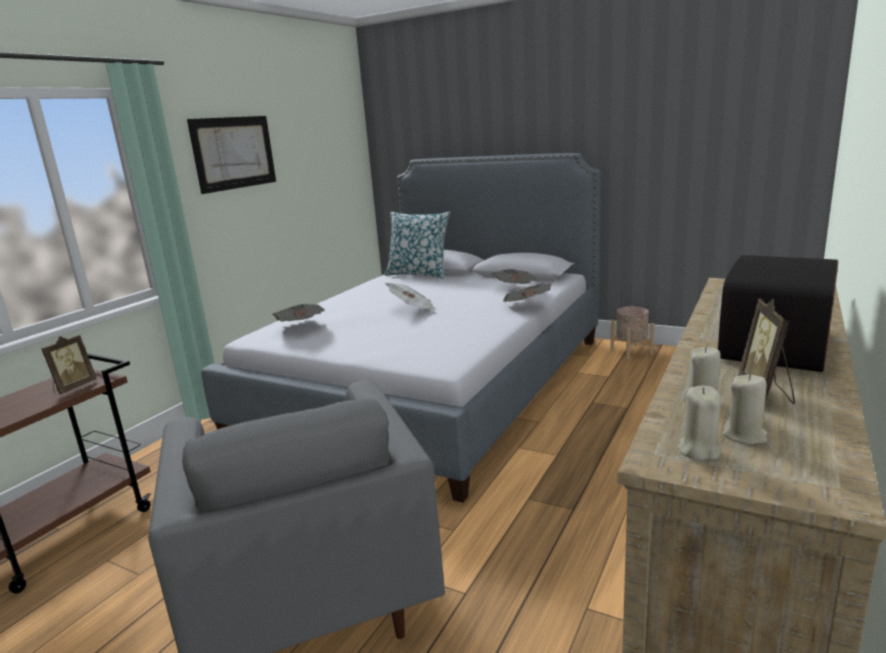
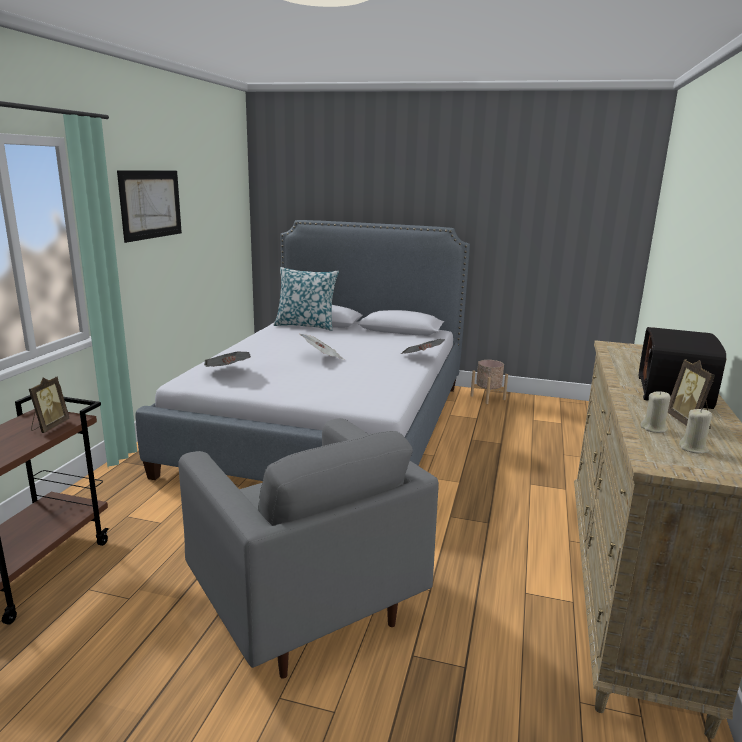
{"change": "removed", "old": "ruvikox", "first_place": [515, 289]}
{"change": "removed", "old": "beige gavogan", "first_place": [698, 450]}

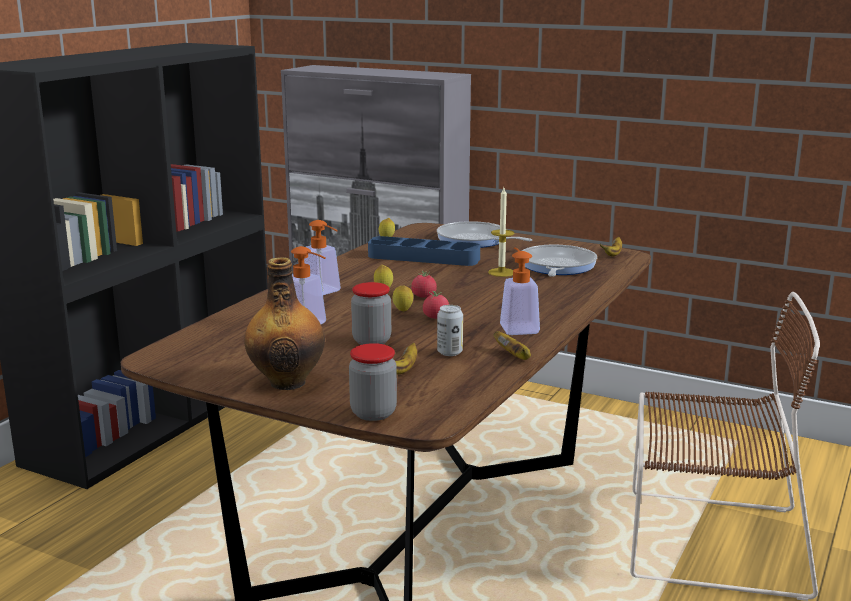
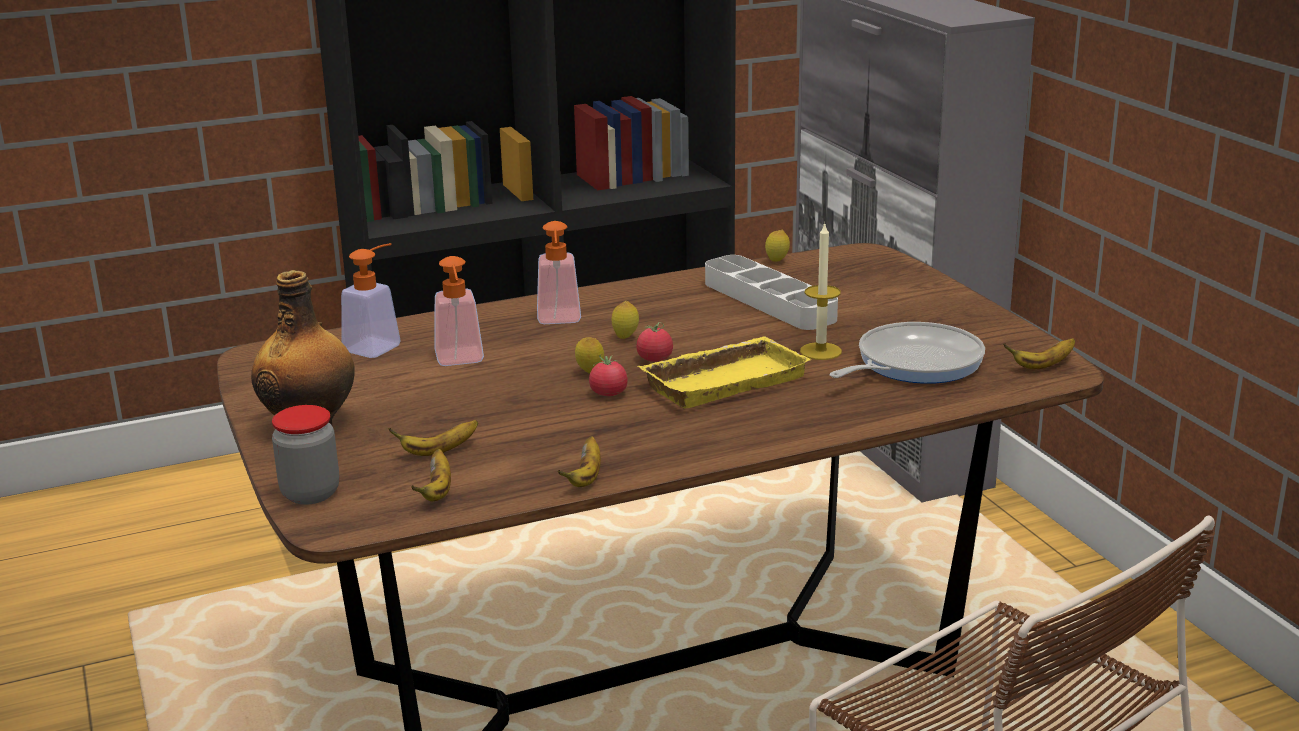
{"change": "removed", "old": "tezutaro", "first_place": [475, 241]}
{"change": "recoloured", "old": "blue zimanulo", "new": "grey zimanulo", "first_place": [423, 257], "second_place": [769, 301]}
{"change": "moved", "old": "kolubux", "first_place": [517, 327], "second_place": [378, 345]}
{"change": "removed", "old": "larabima", "first_place": [371, 341]}
{"change": "removed", "old": "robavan", "first_place": [449, 352]}
{"change": "added", "new": "yellow zimanulo", "second_place": [724, 380]}
{"change": "added", "new": "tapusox", "second_place": [437, 491]}

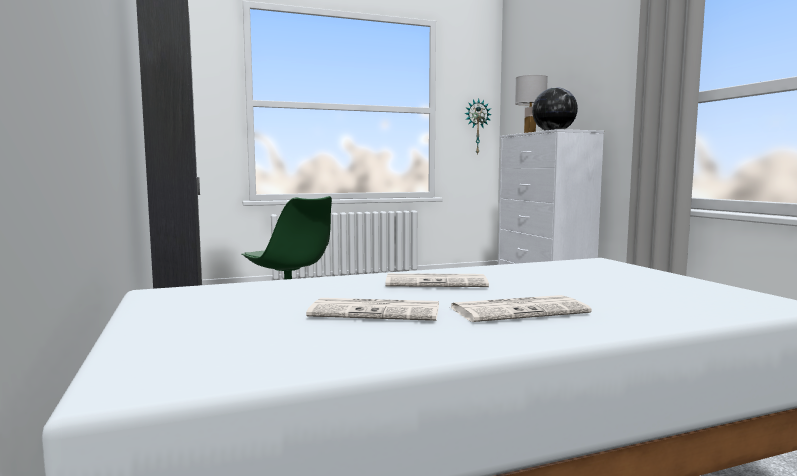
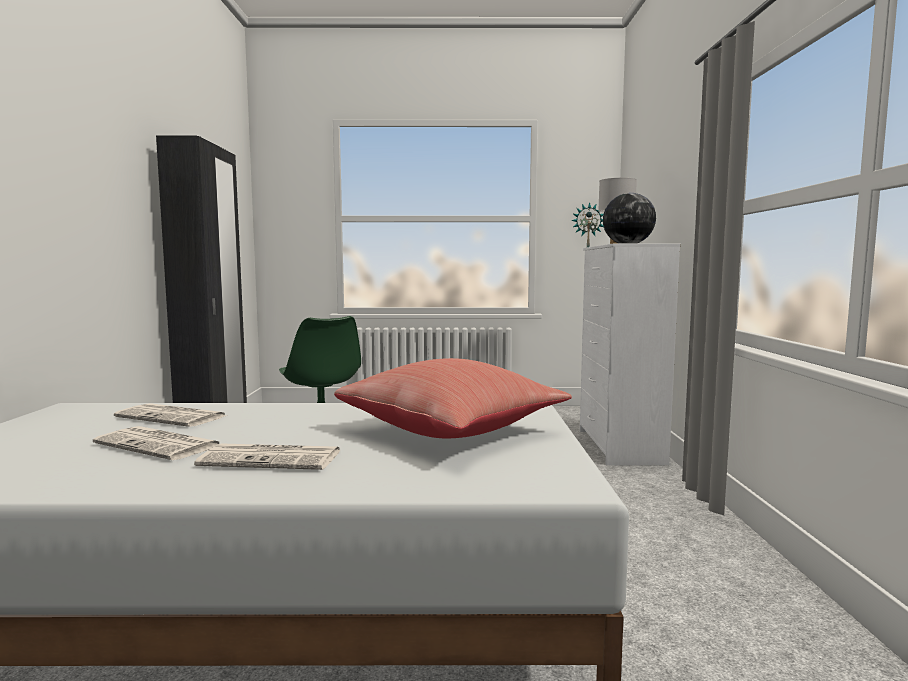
{"change": "moved", "old": "ruvikox", "first_place": [437, 282], "second_place": [173, 417]}
{"change": "added", "new": "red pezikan", "second_place": [452, 431]}

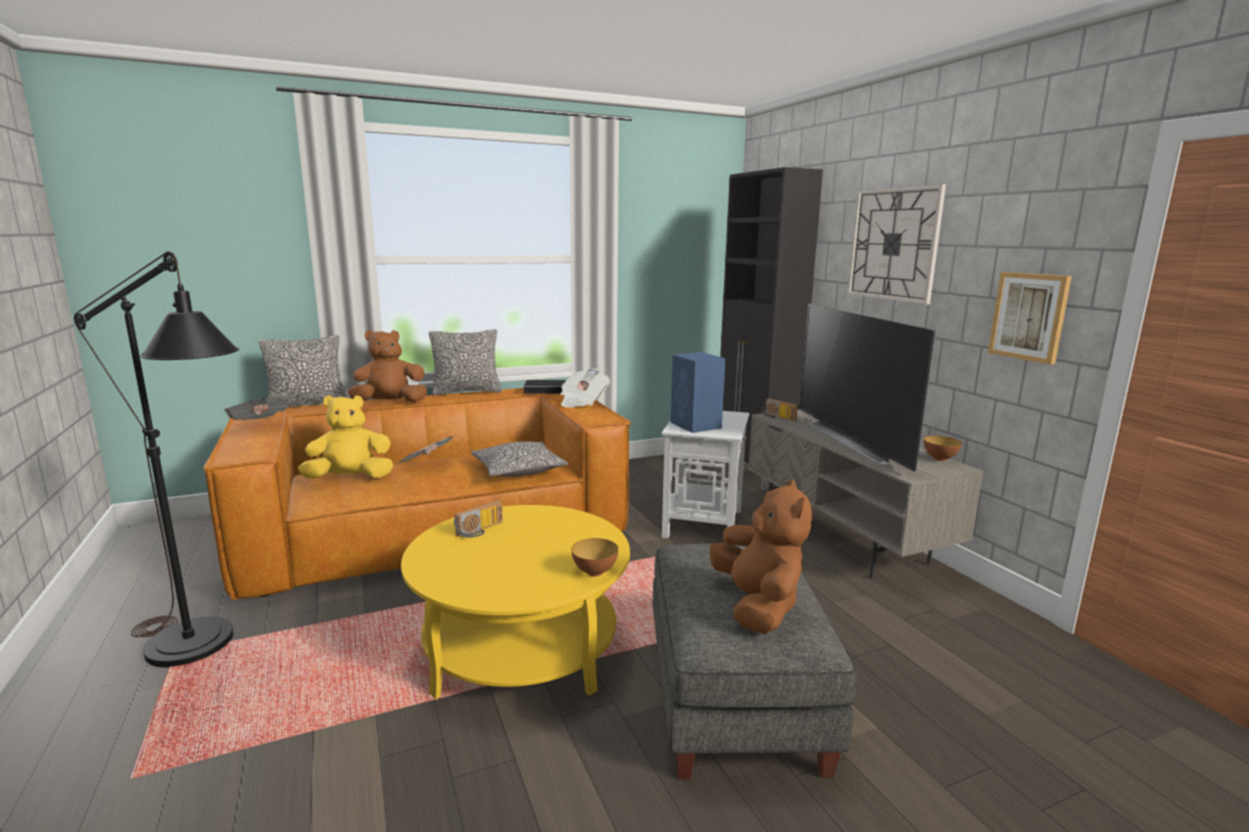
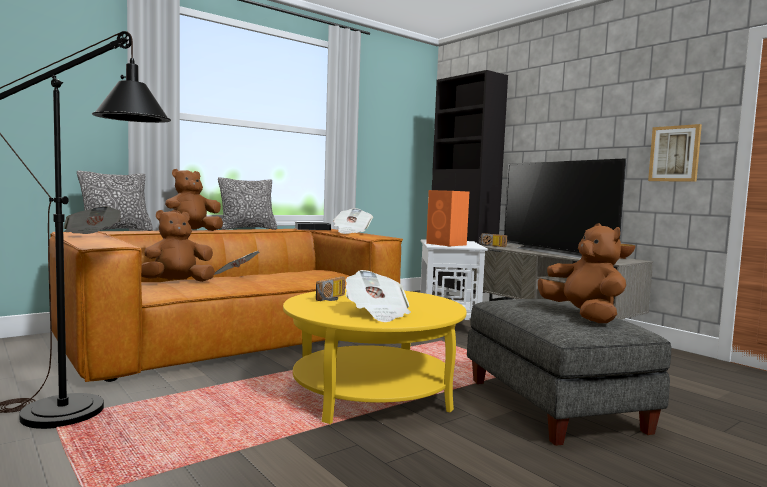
{"change": "removed", "old": "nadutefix", "first_place": [893, 244]}
{"change": "recoloured", "old": "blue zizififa", "new": "orange zizififa", "first_place": [696, 425], "second_place": [447, 244]}
{"change": "recoloured", "old": "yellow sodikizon", "new": "brown sodikizon", "first_place": [350, 478], "second_place": [177, 282]}
{"change": "removed", "old": "pezikan", "first_place": [518, 470]}
{"change": "removed", "old": "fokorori", "first_place": [594, 572]}
{"change": "added", "new": "ruvikox", "second_place": [377, 314]}

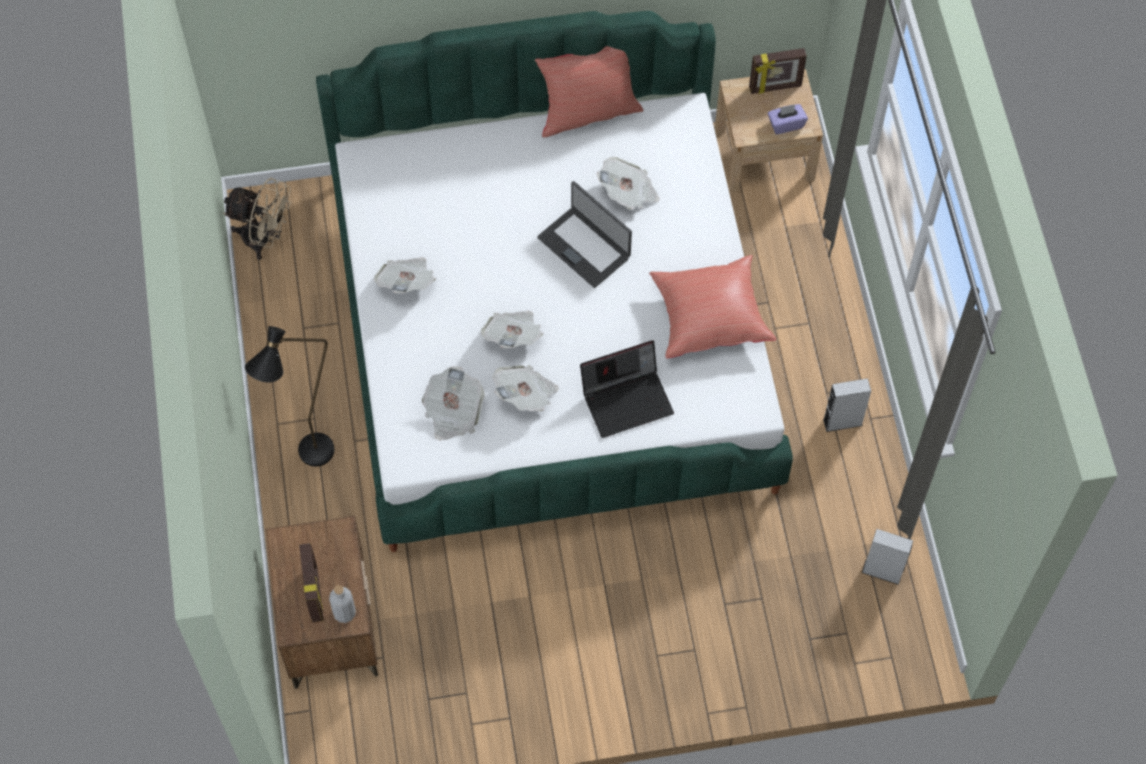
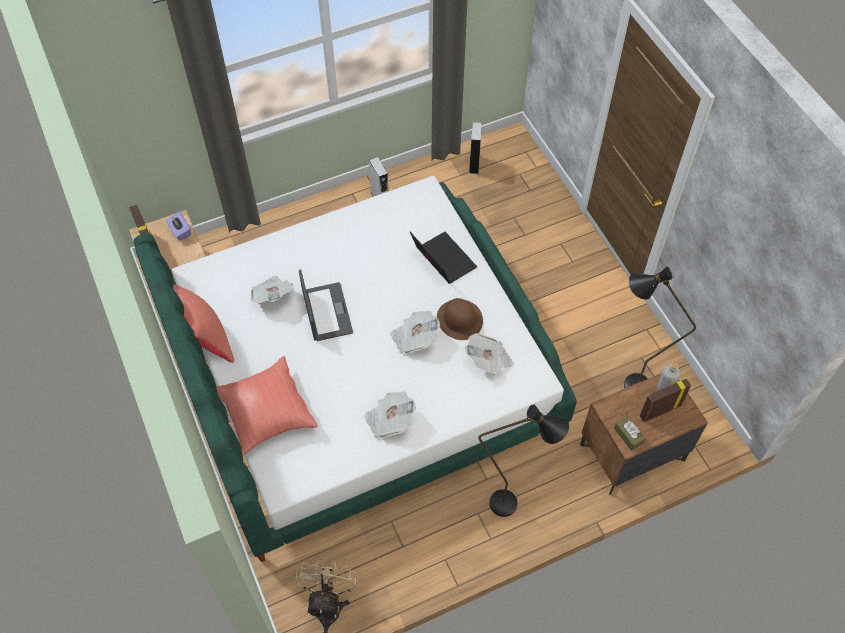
{"change": "turned", "old": "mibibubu", "first_place": [584, 247], "second_place": [326, 312], "degrees": -45}
{"change": "moved", "old": "red pezikan", "first_place": [709, 316], "second_place": [266, 413]}
{"change": "replaced", "old": "ruvikox", "new": "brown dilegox", "first_place": [526, 395], "second_place": [459, 319]}
{"change": "added", "new": "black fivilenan", "second_place": [626, 385]}
{"change": "added", "new": "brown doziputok", "second_place": [628, 436]}

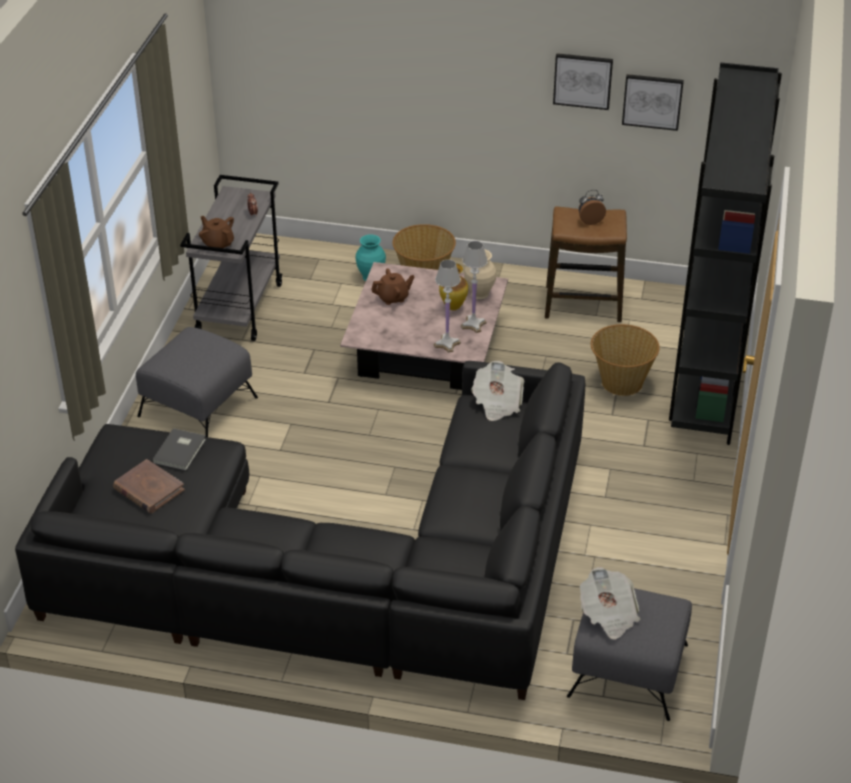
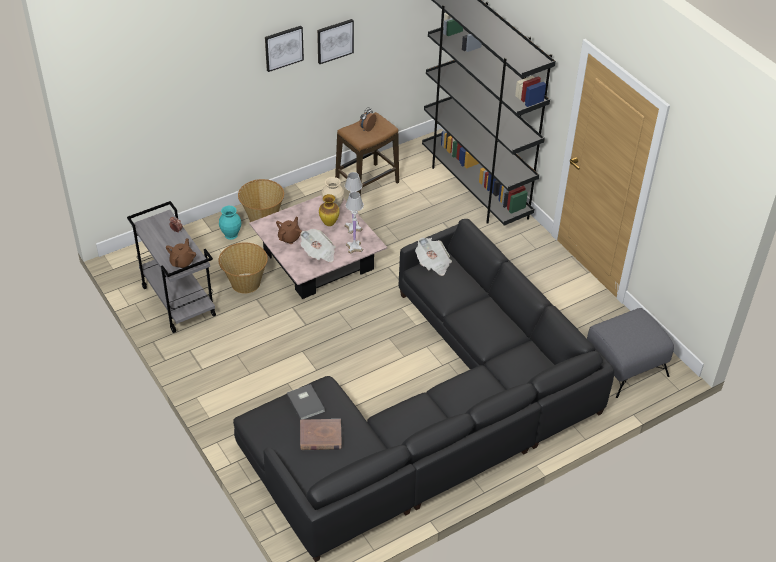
{"change": "moved", "old": "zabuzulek", "first_place": [652, 101], "second_place": [283, 48]}
{"change": "turned", "old": "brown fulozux", "first_place": [218, 244], "second_place": [182, 262], "degrees": 105}
{"change": "moved", "old": "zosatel", "first_place": [621, 382], "second_place": [245, 283]}
{"change": "removed", "old": "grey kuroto", "first_place": [199, 406]}
{"change": "moved", "old": "ruvikox", "first_place": [608, 615], "second_place": [318, 253]}

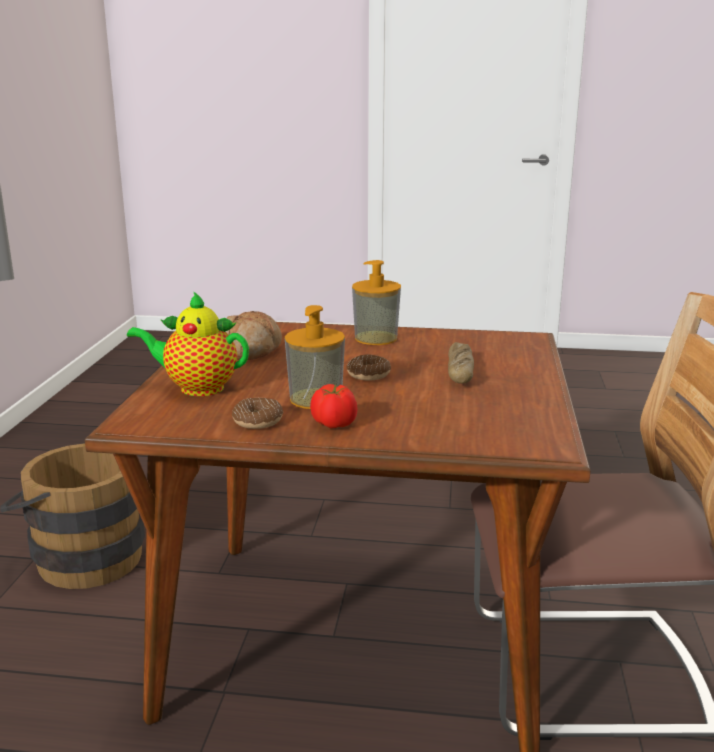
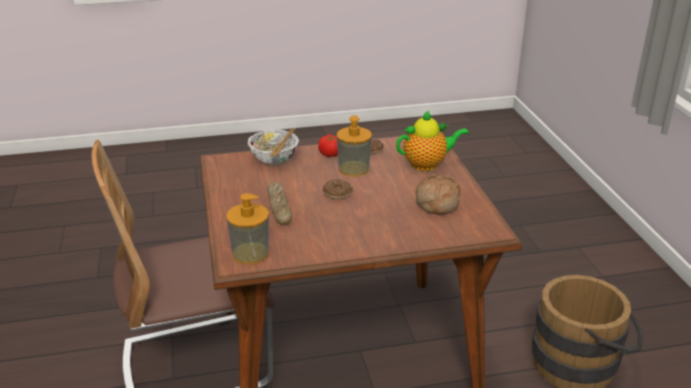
{"change": "moved", "old": "kolubux", "first_place": [376, 338], "second_place": [250, 253]}
{"change": "added", "new": "fokorori", "second_place": [274, 159]}

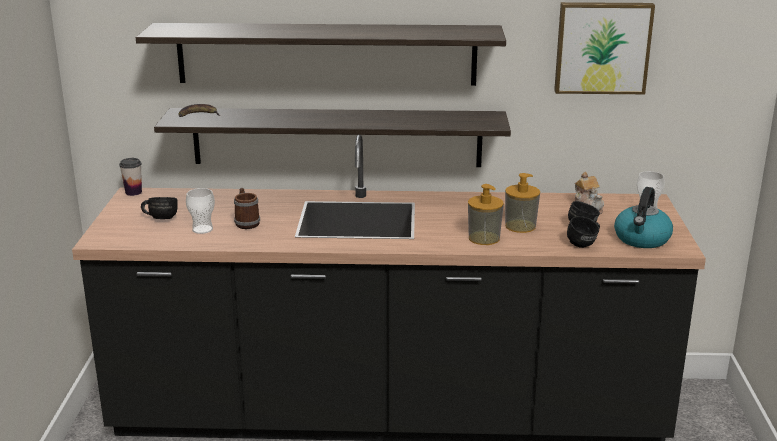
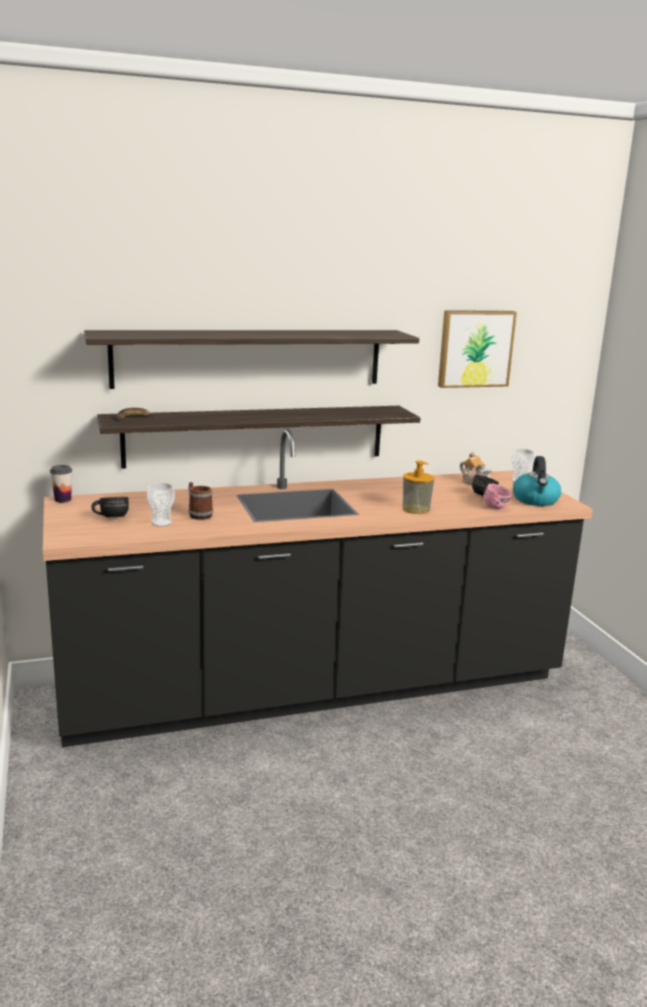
{"change": "removed", "old": "kolubux", "first_place": [520, 226]}
{"change": "recoloured", "old": "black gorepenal", "new": "pink gorepenal", "first_place": [585, 244], "second_place": [497, 507]}

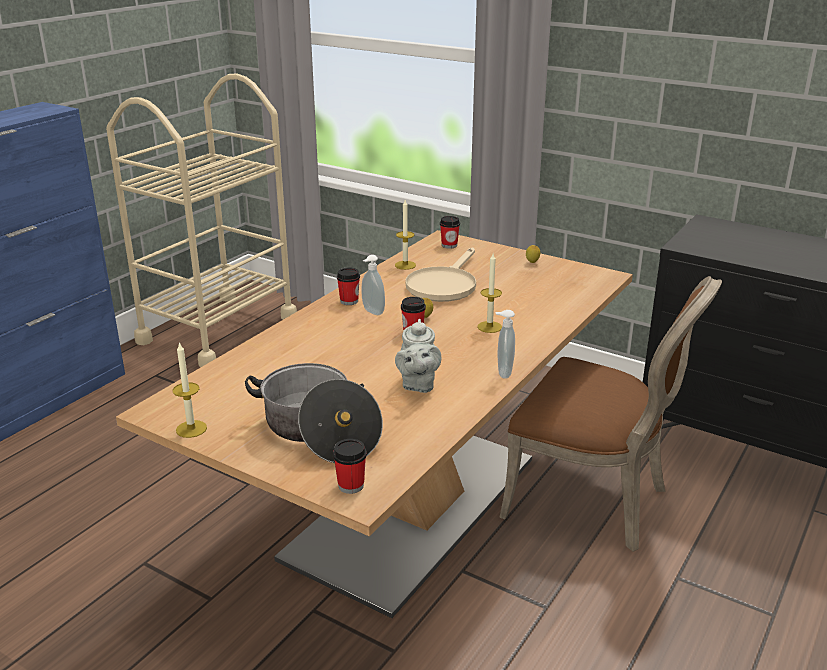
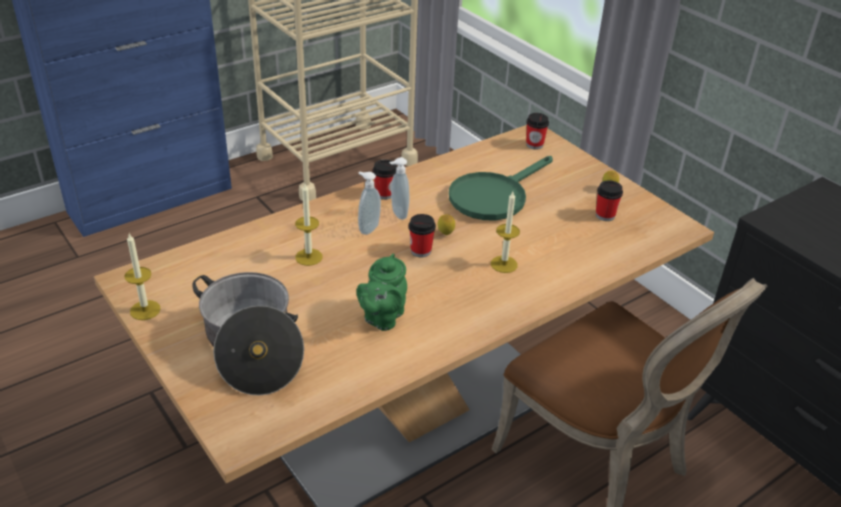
{"change": "moved", "old": "gavogan", "first_place": [405, 265], "second_place": [308, 257]}
{"change": "recoloured", "old": "beige tezutaro", "new": "green tezutaro", "first_place": [444, 284], "second_place": [494, 196]}
{"change": "moved", "old": "kolubux", "first_place": [503, 372], "second_place": [368, 228]}
{"change": "recoloured", "old": "grey fulozux", "new": "green fulozux", "first_place": [417, 384], "second_place": [382, 318]}
{"change": "moved", "old": "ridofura", "first_place": [351, 485], "second_place": [605, 215]}

